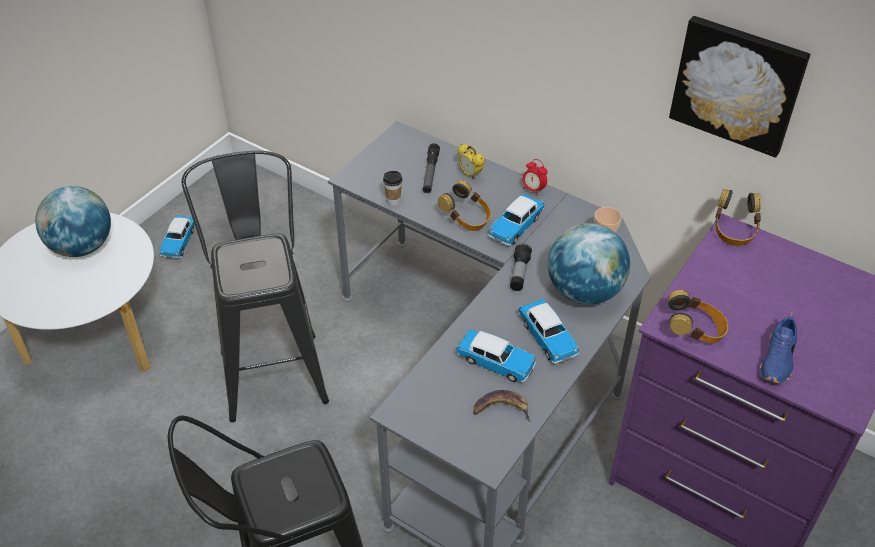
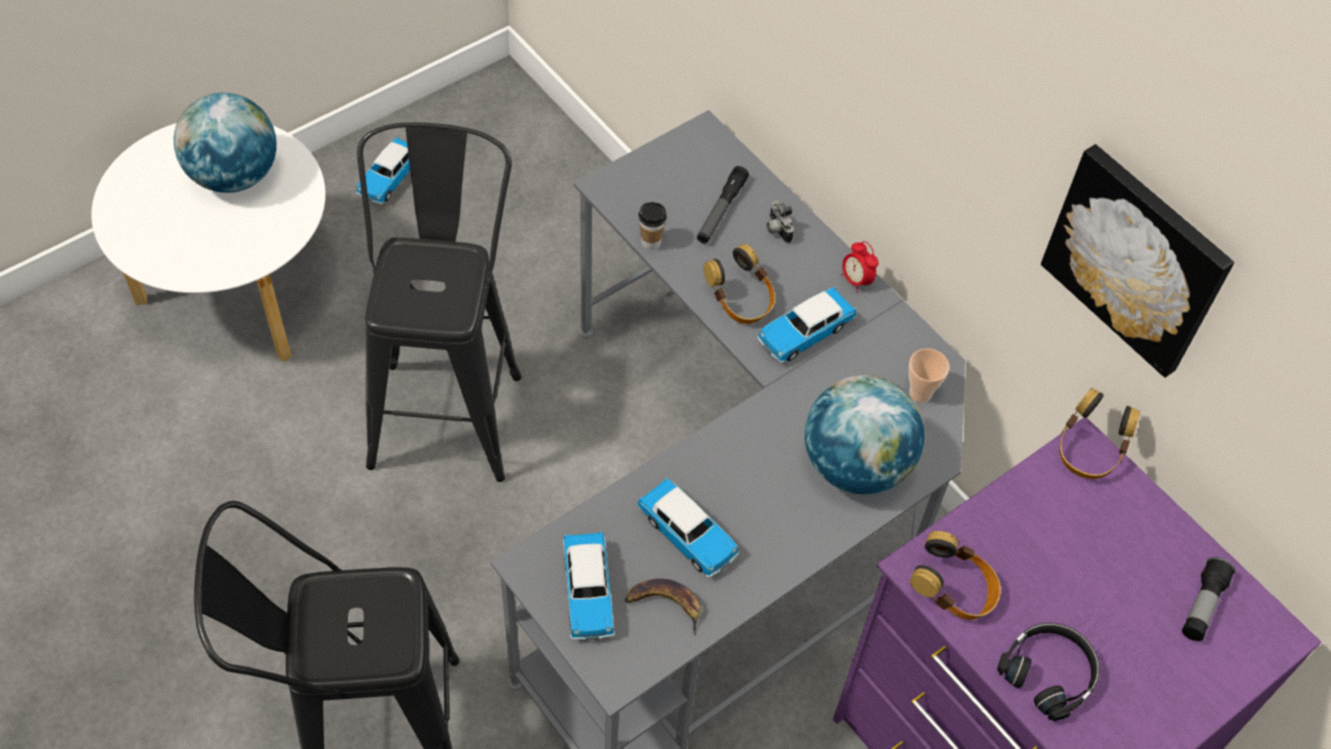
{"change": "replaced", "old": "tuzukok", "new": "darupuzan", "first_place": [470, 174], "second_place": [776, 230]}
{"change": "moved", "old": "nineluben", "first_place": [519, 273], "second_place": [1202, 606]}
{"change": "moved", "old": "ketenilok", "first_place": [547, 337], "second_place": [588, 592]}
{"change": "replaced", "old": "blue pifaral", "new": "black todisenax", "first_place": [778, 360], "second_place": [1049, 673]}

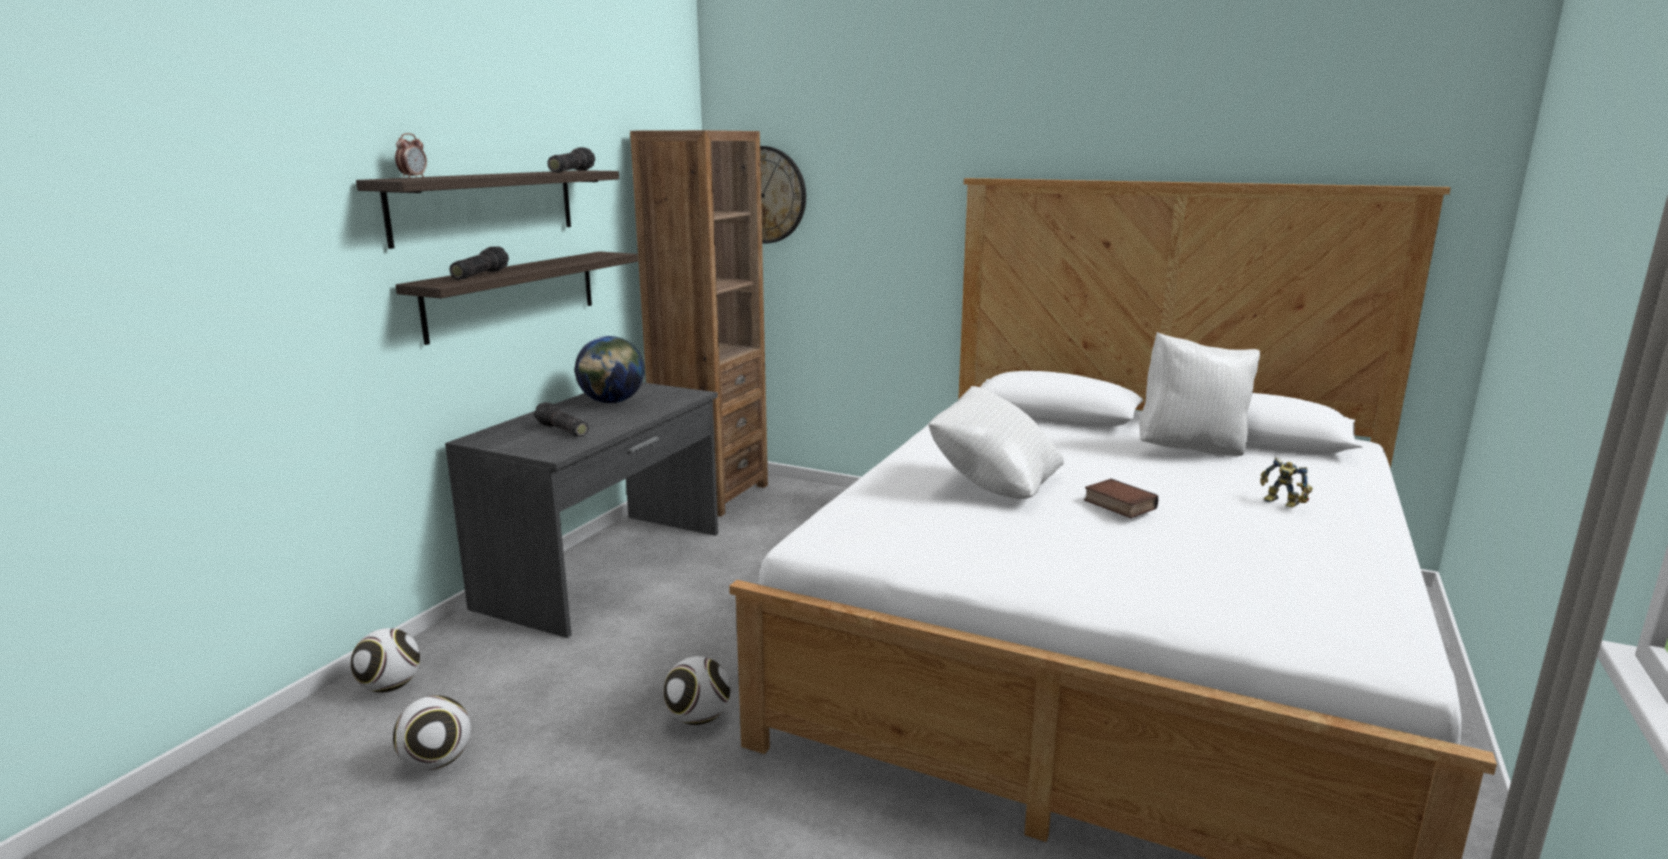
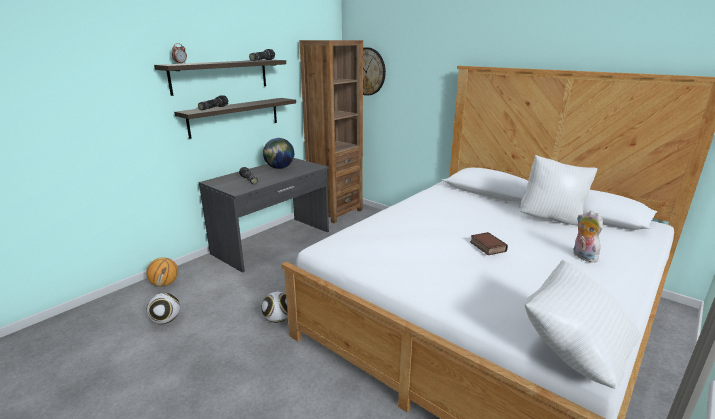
{"change": "moved", "old": "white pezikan", "first_place": [994, 486], "second_place": [574, 350]}
{"change": "replaced", "old": "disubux", "new": "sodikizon", "first_place": [1281, 503], "second_place": [582, 256]}
{"change": "replaced", "old": "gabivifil", "new": "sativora", "first_place": [390, 686], "second_place": [165, 284]}

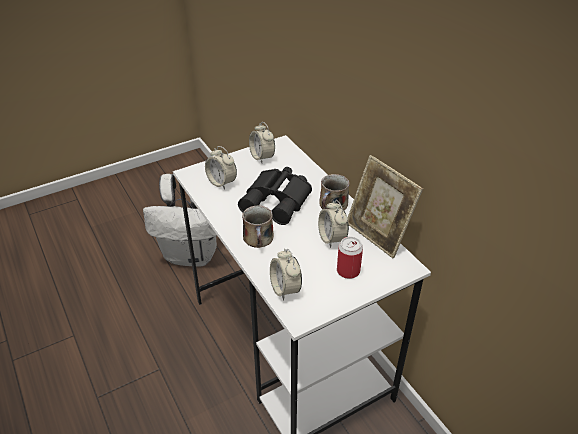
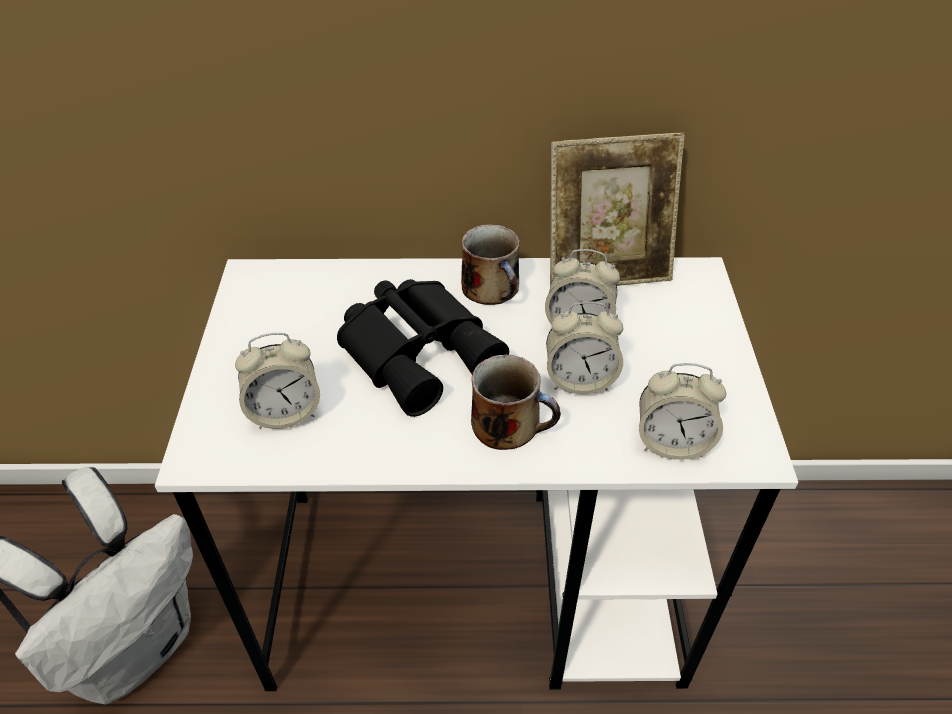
{"change": "moved", "old": "tuzukok", "first_place": [262, 157], "second_place": [579, 380]}
{"change": "removed", "old": "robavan", "first_place": [348, 271]}

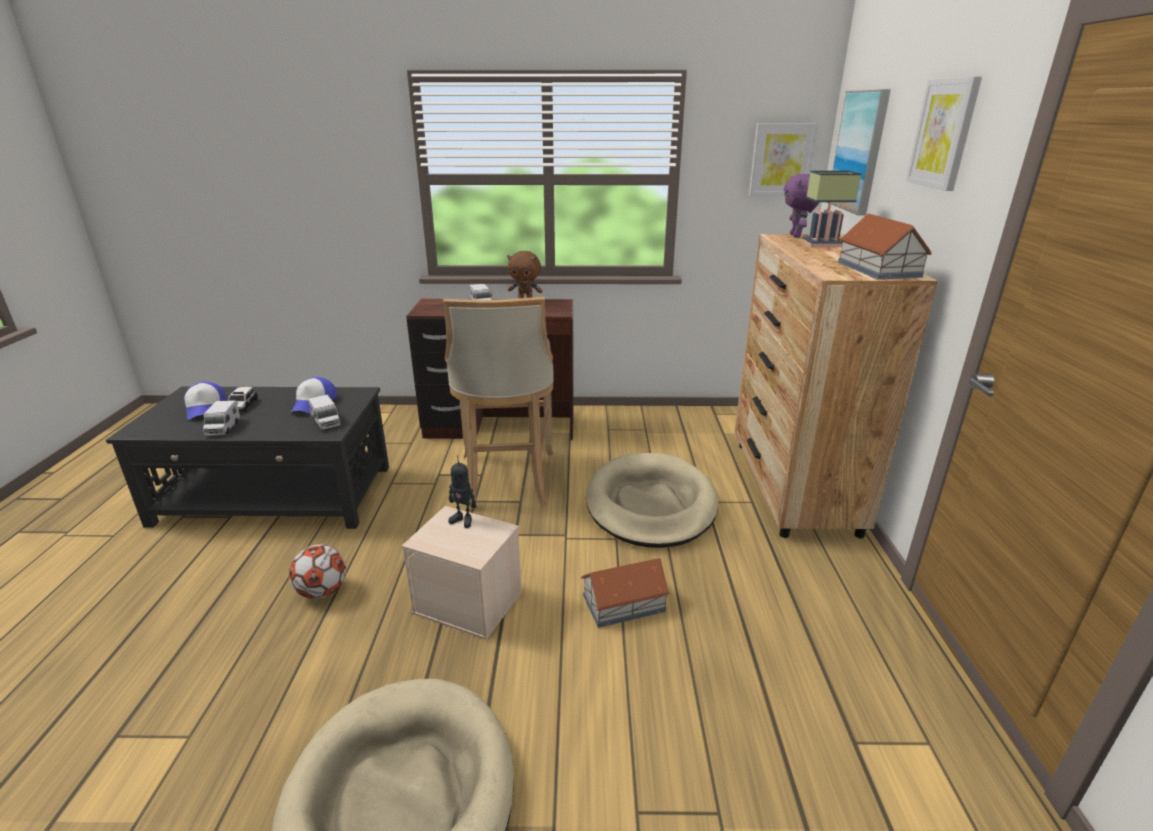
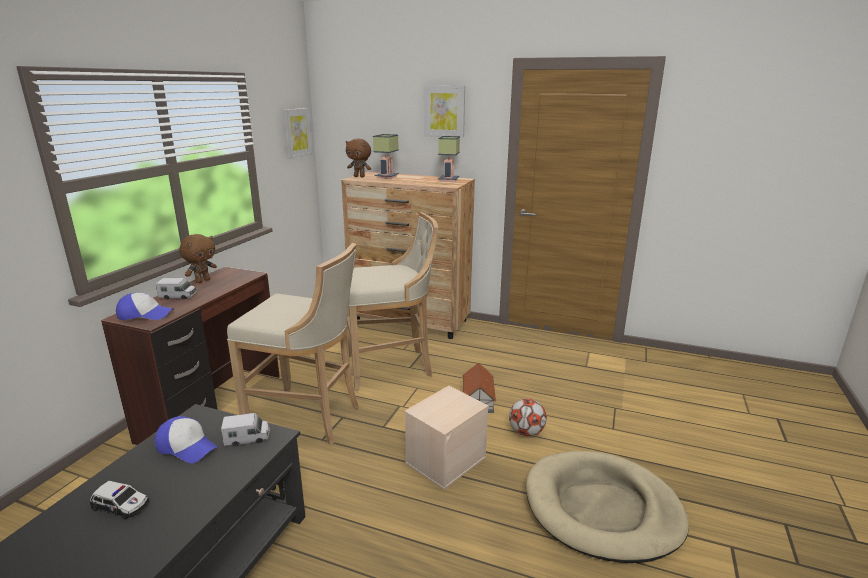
{"change": "removed", "old": "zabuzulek", "first_place": [859, 151]}
{"change": "recoloured", "old": "purple sodikizon", "new": "brown sodikizon", "first_place": [796, 236], "second_place": [359, 176]}
{"change": "replaced", "old": "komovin", "new": "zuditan", "first_place": [878, 269], "second_place": [447, 180]}
{"change": "moved", "old": "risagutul", "first_place": [206, 408], "second_place": [145, 314]}
{"change": "removed", "old": "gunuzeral", "first_place": [223, 428]}
{"change": "replaced", "old": "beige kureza", "new": "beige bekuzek", "first_place": [650, 505], "second_place": [391, 367]}
{"change": "removed", "old": "disubux", "first_place": [463, 520]}
{"change": "moved", "old": "gabivifil", "first_place": [322, 591], "second_place": [526, 432]}

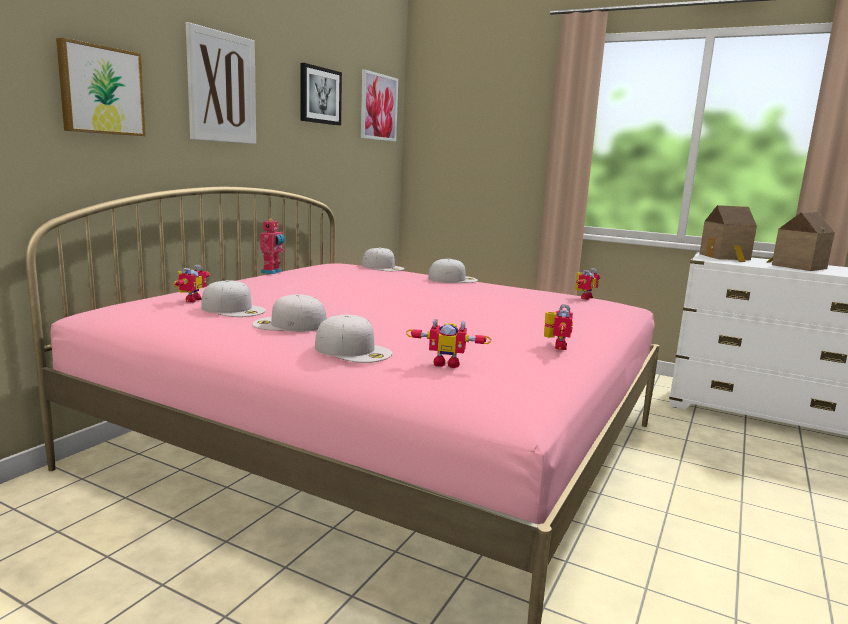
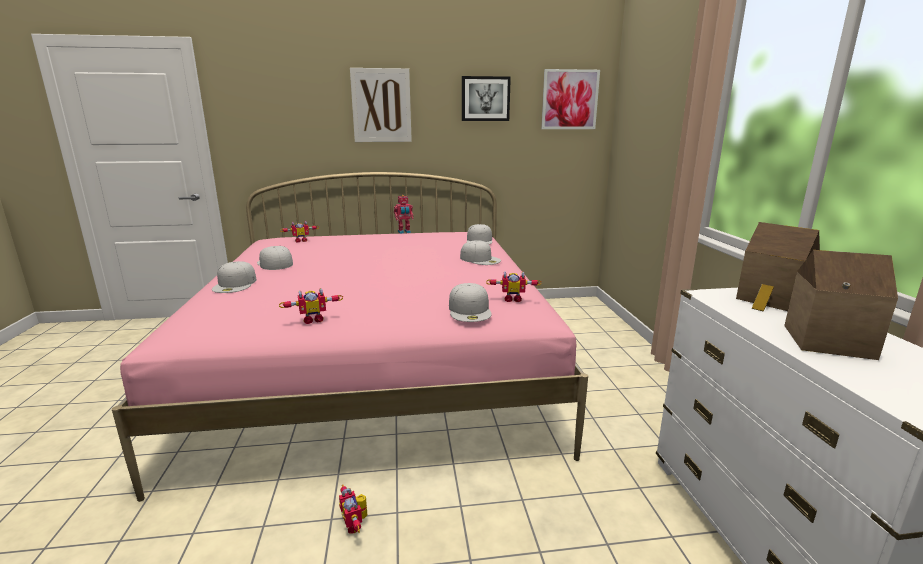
{"change": "removed", "old": "zabuzulek", "first_place": [100, 90]}
{"change": "moved", "old": "white risagutul", "first_place": [234, 309], "second_place": [470, 310]}
{"change": "moved", "old": "disubux", "first_place": [447, 363], "second_place": [355, 524]}

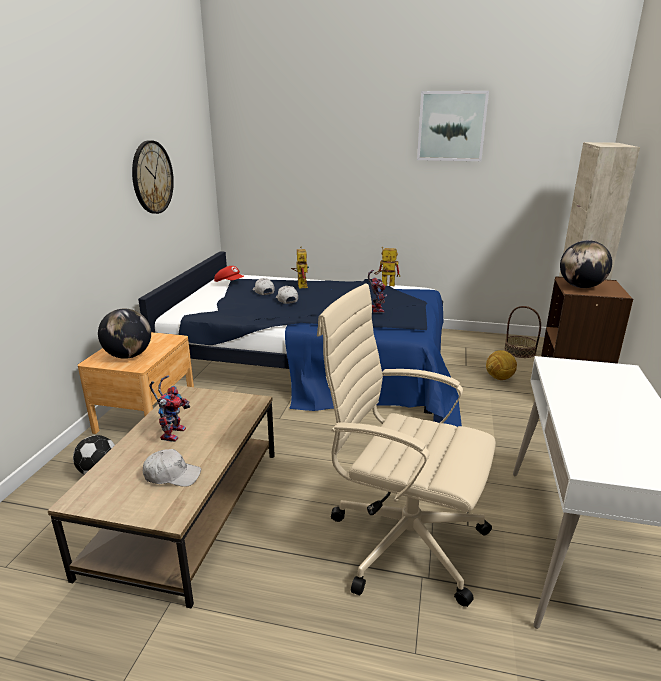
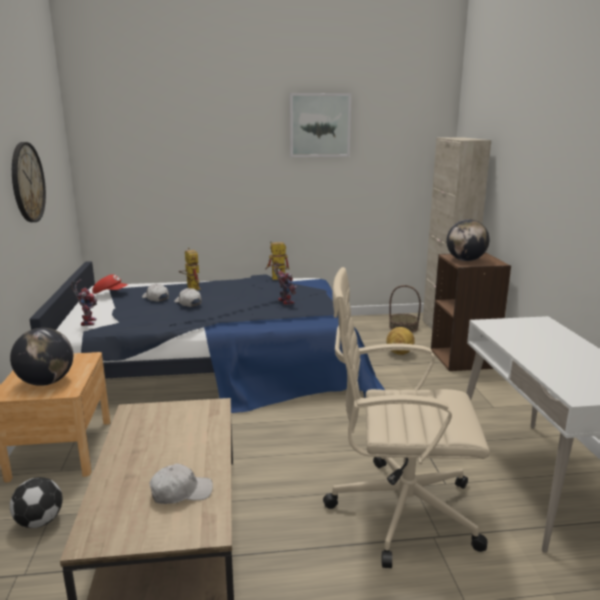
{"change": "moved", "old": "disubux", "first_place": [172, 432], "second_place": [87, 322]}

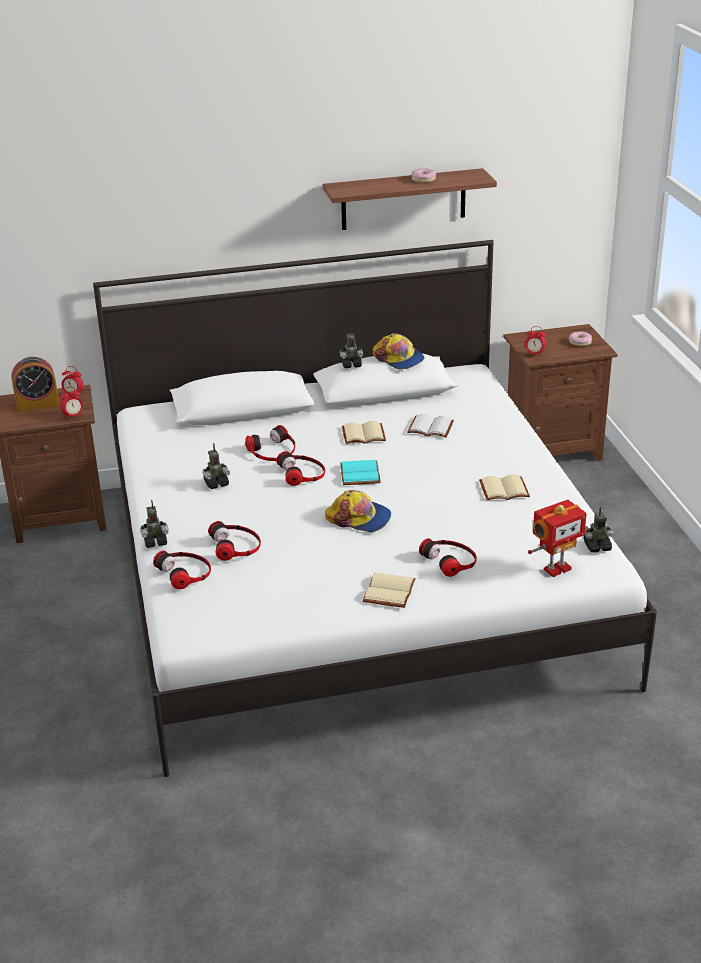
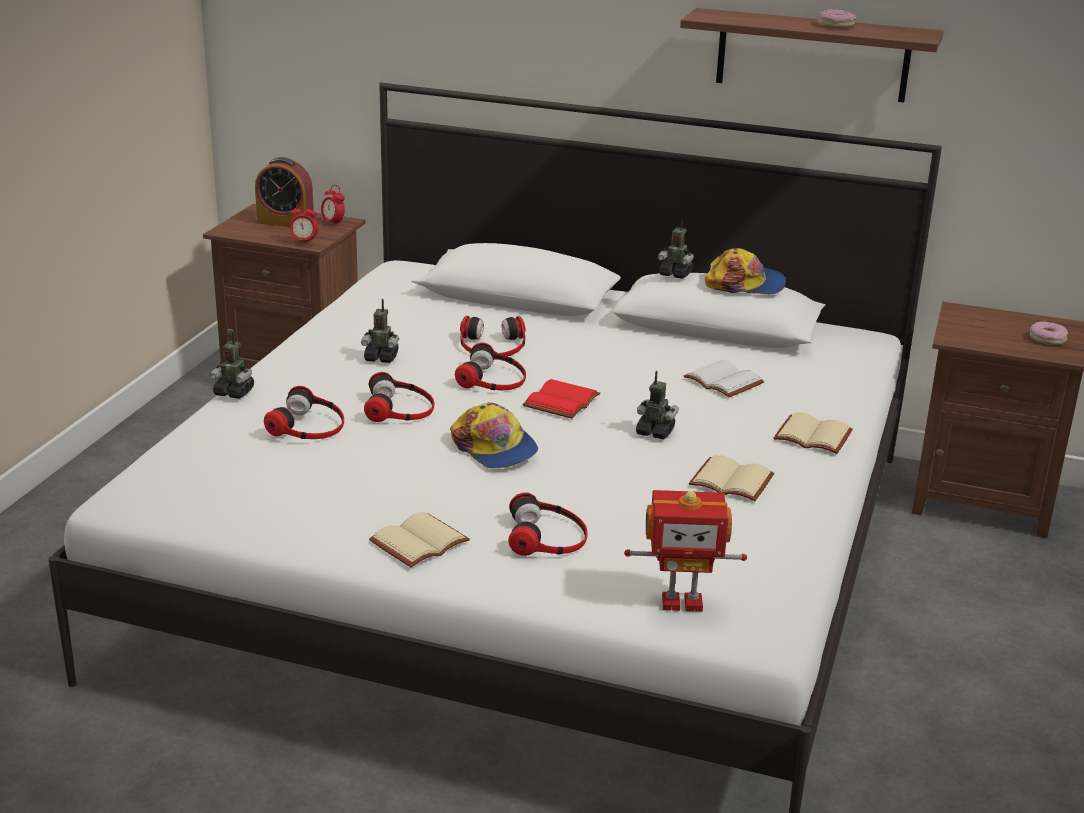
{"change": "removed", "old": "tuzukok", "first_place": [534, 354]}
{"change": "turned", "old": "risagutul", "first_place": [398, 358], "second_place": [745, 284], "degrees": -75}
{"change": "moved", "old": "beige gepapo", "first_place": [363, 435], "second_place": [811, 437]}
{"change": "recoloured", "old": "turquoise gepapo", "new": "red gepapo", "first_place": [361, 474], "second_place": [563, 402]}
{"change": "moved", "old": "disubux", "first_place": [597, 546], "second_place": [655, 432]}
{"change": "moved", "old": "todisenax", "first_place": [185, 572], "second_place": [400, 408]}

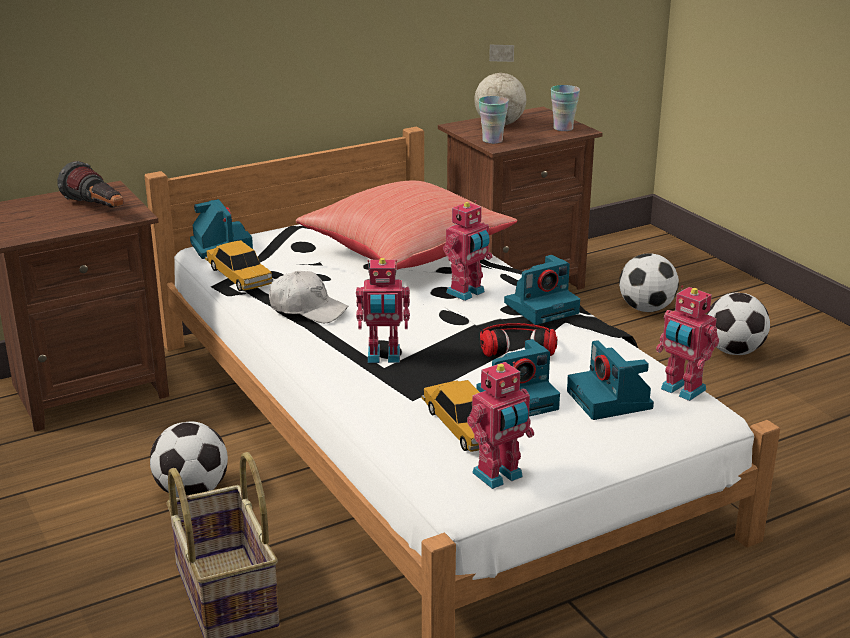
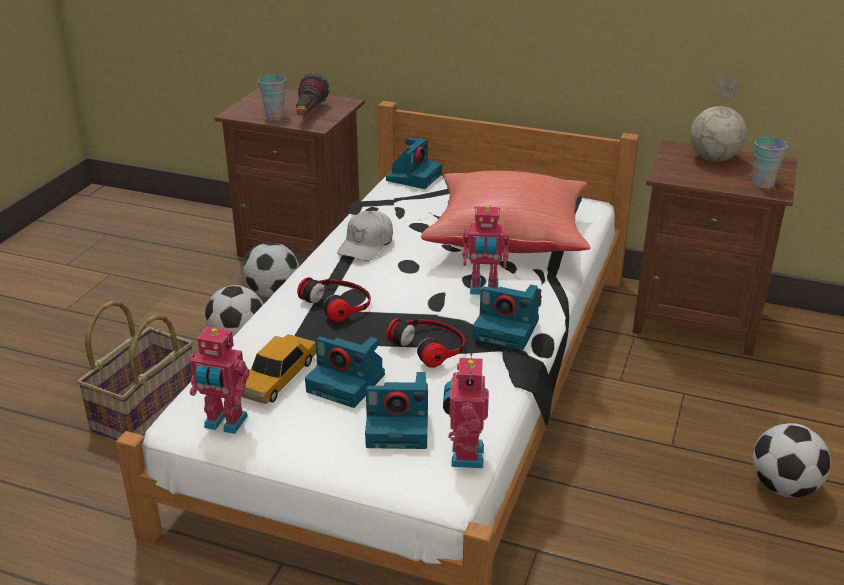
{"change": "moved", "old": "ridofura", "first_place": [492, 140], "second_place": [274, 115]}
{"change": "removed", "old": "ketenilok", "first_place": [239, 276]}
{"change": "moved", "old": "gabivifil", "first_place": [646, 309], "second_place": [273, 293]}
{"change": "replaced", "old": "disubux", "new": "todisenax", "first_place": [383, 357], "second_place": [338, 303]}
{"change": "turned", "old": "white risagutul", "first_place": [308, 309], "second_place": [366, 245], "degrees": 45}
{"change": "turned", "old": "darupuzan", "first_place": [611, 400], "second_place": [399, 426], "degrees": -120}

